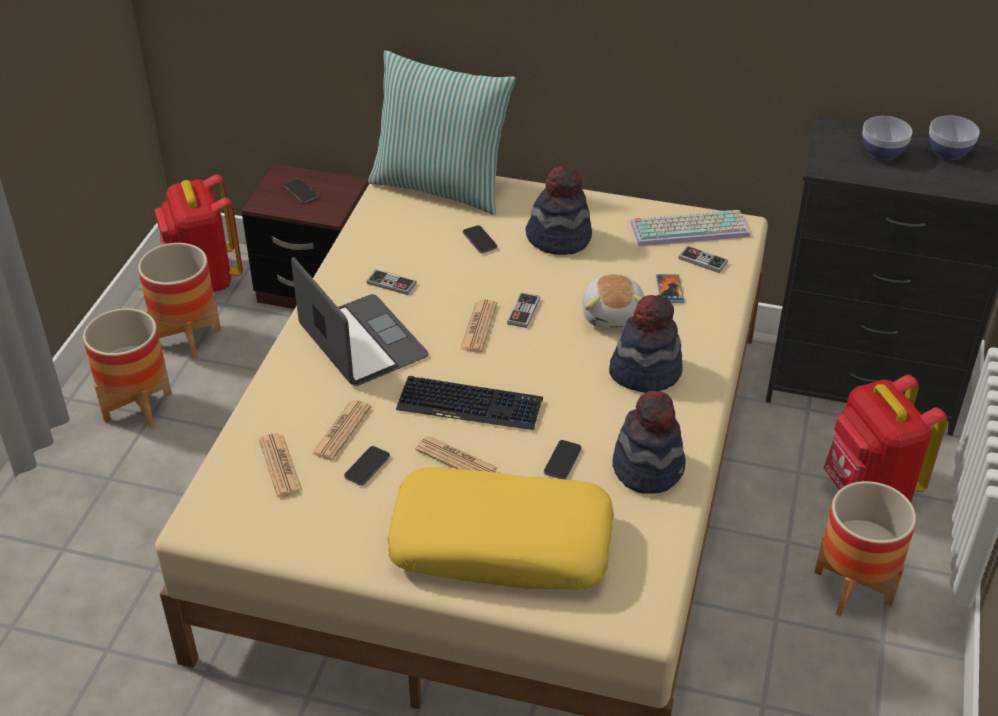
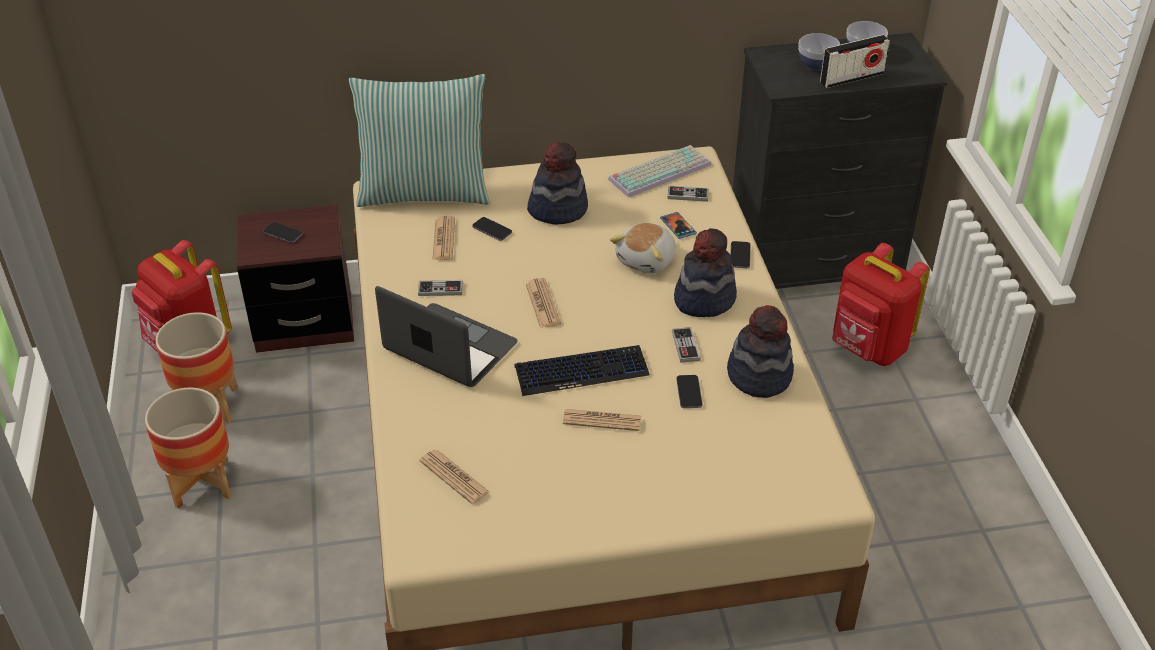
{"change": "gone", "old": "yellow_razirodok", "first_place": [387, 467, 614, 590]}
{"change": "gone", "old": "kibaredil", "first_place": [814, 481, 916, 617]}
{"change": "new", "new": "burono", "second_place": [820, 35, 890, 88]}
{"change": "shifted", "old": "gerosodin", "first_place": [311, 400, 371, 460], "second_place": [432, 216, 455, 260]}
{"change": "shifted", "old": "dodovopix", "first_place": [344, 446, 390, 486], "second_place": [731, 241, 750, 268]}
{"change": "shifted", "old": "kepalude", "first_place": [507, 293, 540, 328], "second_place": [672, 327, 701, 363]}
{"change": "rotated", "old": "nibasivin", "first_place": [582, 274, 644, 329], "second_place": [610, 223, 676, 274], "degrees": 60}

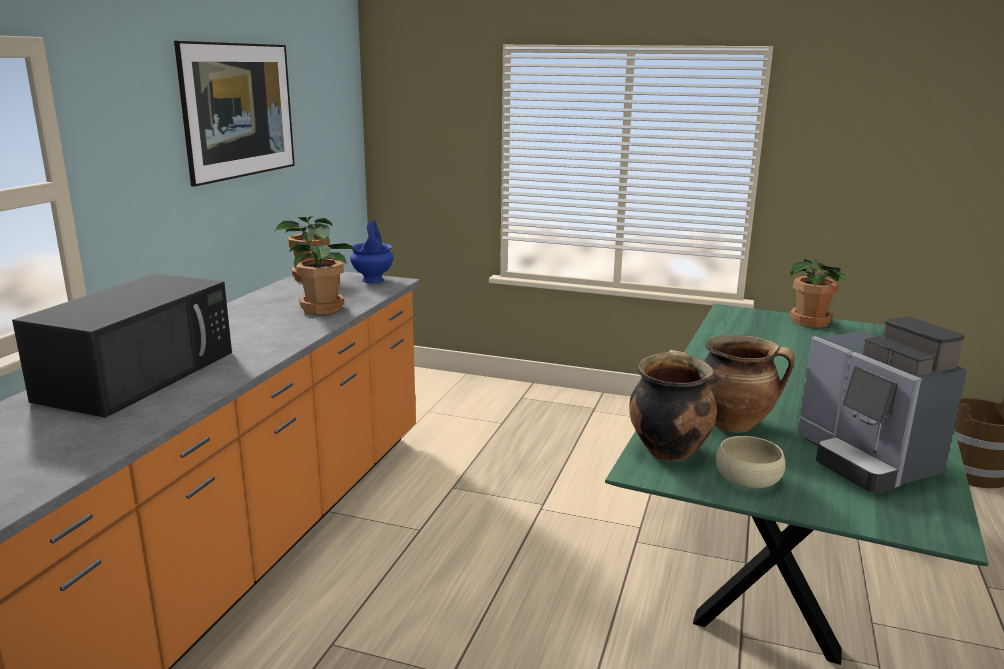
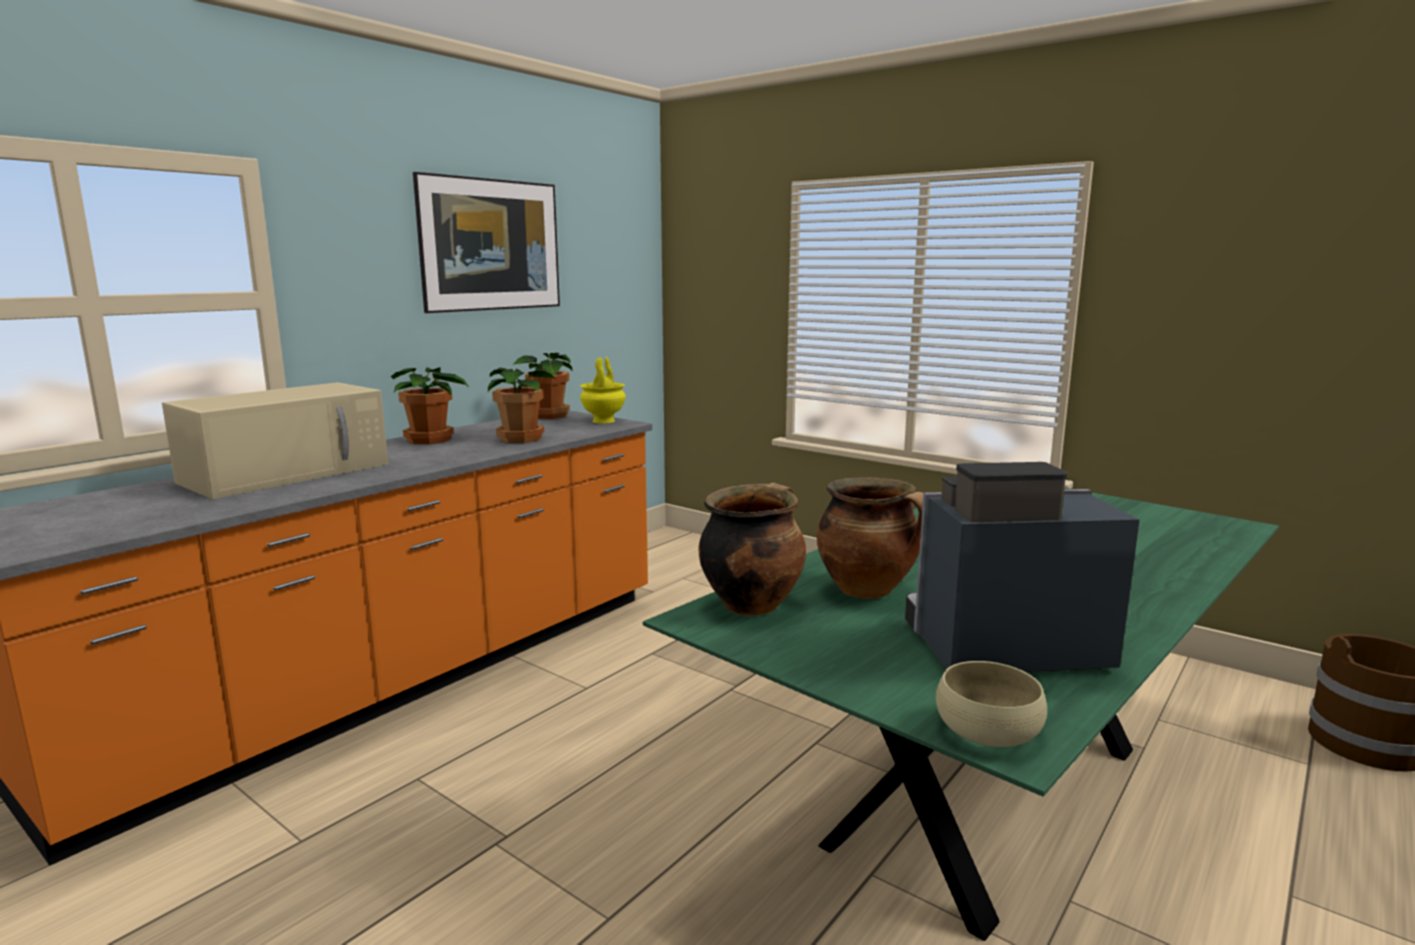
{"change": "shifted", "old": "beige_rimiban", "first_place": [716, 436, 786, 488], "second_place": [936, 661, 1047, 747]}
{"change": "shifted", "old": "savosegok", "first_place": [790, 258, 846, 328], "second_place": [391, 367, 470, 444]}
{"change": "repainted", "old": "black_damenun", "new": "beige_damenun", "first_place": [12, 273, 232, 418], "second_place": [162, 382, 388, 499]}
{"change": "repainted", "old": "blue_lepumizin", "new": "yellow_lepumizin", "first_place": [350, 220, 393, 283], "second_place": [580, 357, 626, 423]}
{"change": "rotated", "old": "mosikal", "first_place": [797, 316, 967, 493], "second_place": [905, 462, 1140, 672], "degrees": 90}

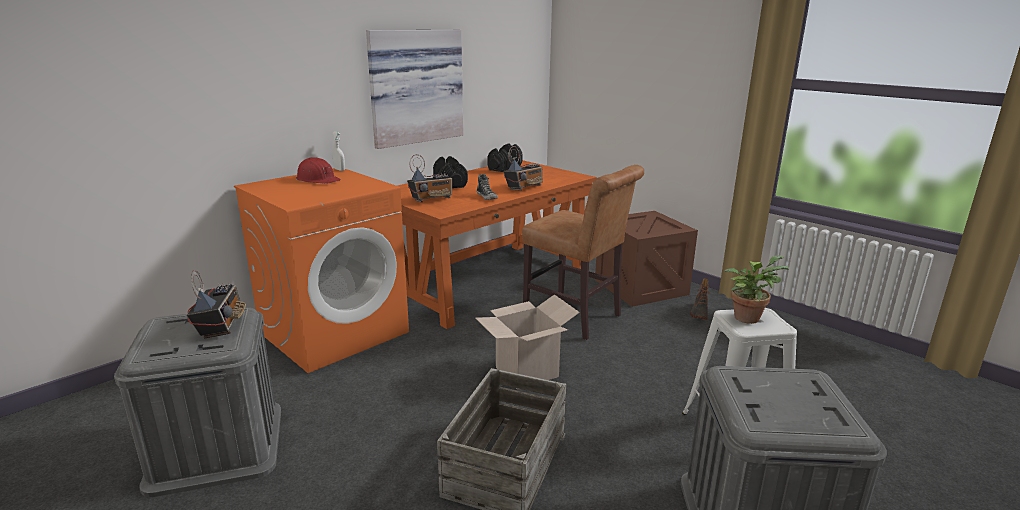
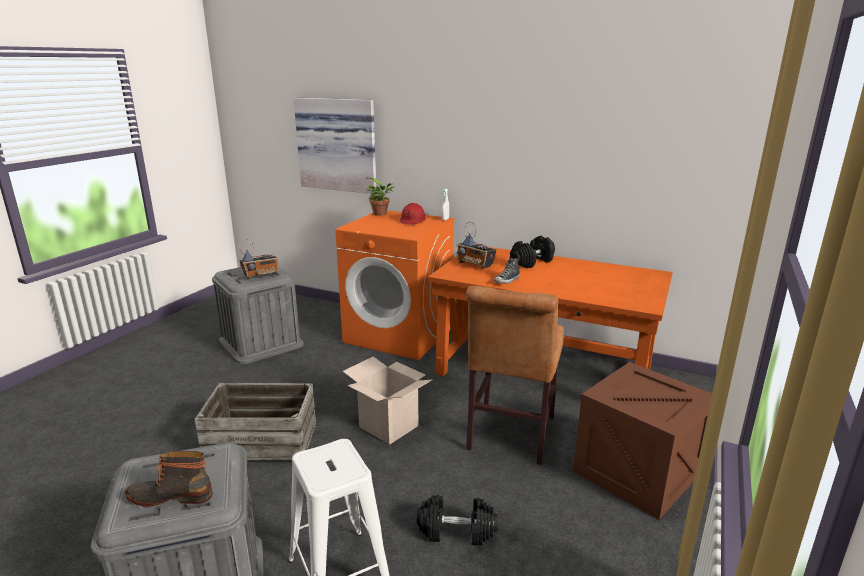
{"change": "gone", "old": "burono", "first_place": [504, 146, 543, 191]}
{"change": "shifted", "old": "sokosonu", "first_place": [366, 30, 463, 149], "second_place": [294, 98, 376, 194]}
{"change": "shifted", "old": "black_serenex", "first_place": [487, 143, 523, 172], "second_place": [417, 495, 497, 545]}
{"change": "shifted", "old": "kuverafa", "first_place": [690, 278, 710, 320], "second_place": [125, 451, 213, 507]}
{"change": "shifted", "old": "savosegok", "first_place": [724, 255, 789, 324], "second_place": [367, 177, 395, 216]}

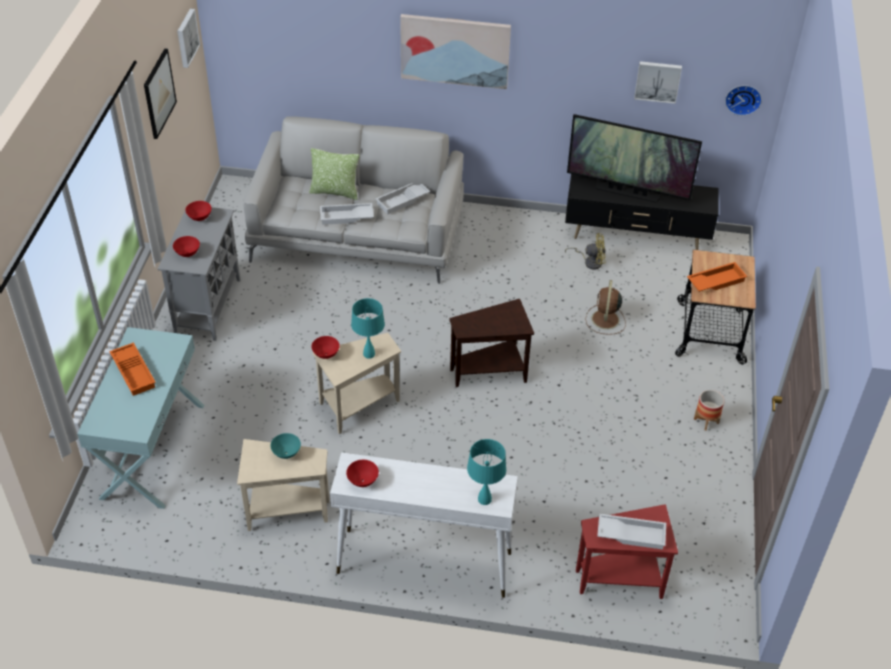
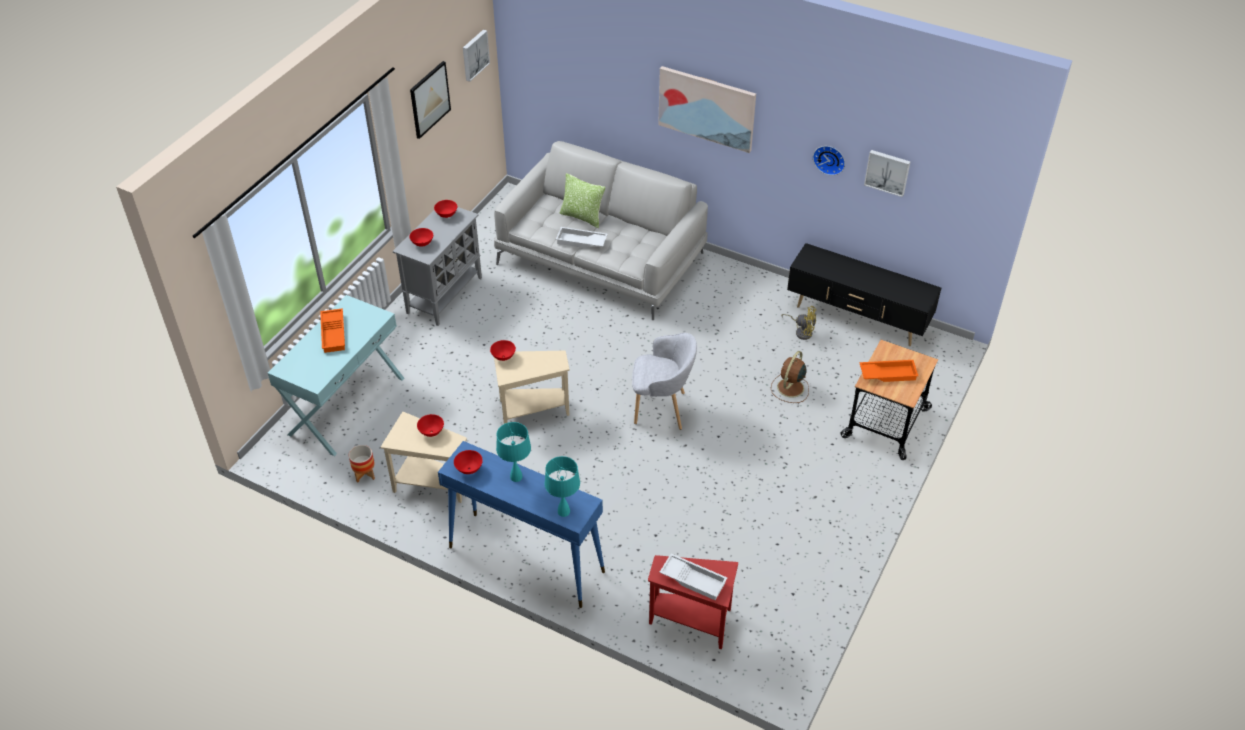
{"change": "gone", "old": "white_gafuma", "first_place": [375, 183, 430, 214]}
{"change": "gone", "old": "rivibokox", "first_place": [567, 114, 702, 202]}
{"change": "shifted", "old": "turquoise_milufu", "first_place": [351, 298, 385, 359], "second_place": [496, 422, 531, 482]}
{"change": "shifted", "old": "kibaredil", "first_place": [694, 390, 724, 431], "second_place": [349, 445, 375, 482]}
{"change": "shifted", "old": "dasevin", "first_place": [725, 85, 762, 116], "second_place": [813, 146, 845, 175]}
{"change": "swapped", "old": "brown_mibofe", "new": "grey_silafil", "first_place": [449, 299, 534, 387], "second_place": [632, 333, 697, 430]}
{"change": "repainted", "old": "turquoise_rimiban", "new": "red_rimiban", "first_place": [270, 433, 301, 459], "second_place": [417, 414, 444, 437]}
{"change": "repainted", "old": "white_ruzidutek", "new": "blue_ruzidutek", "first_place": [330, 452, 518, 598], "second_place": [438, 441, 605, 608]}

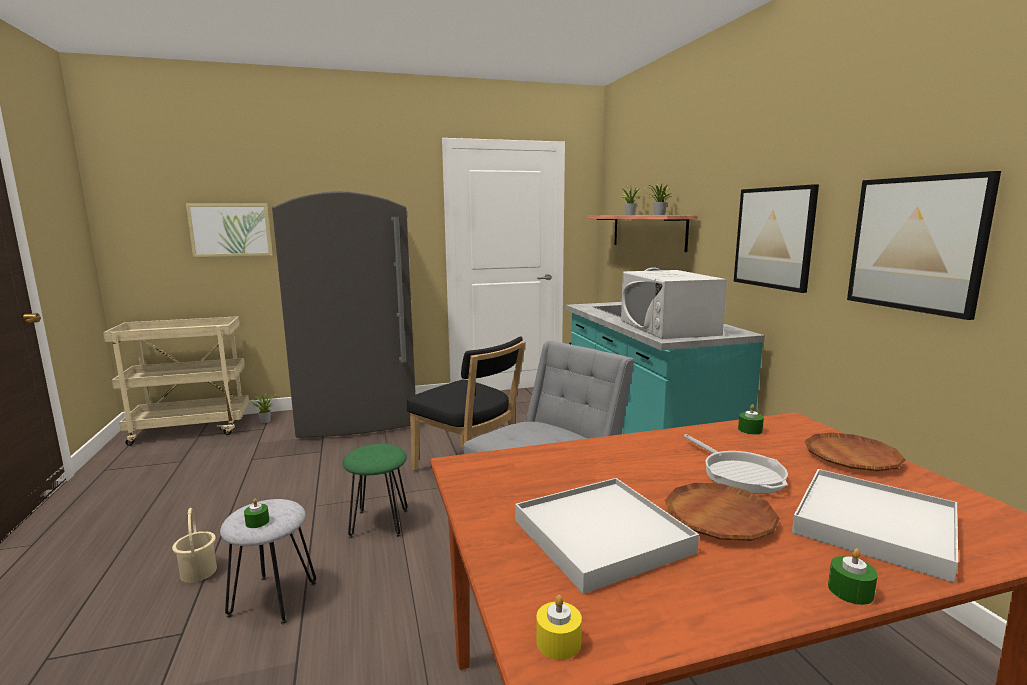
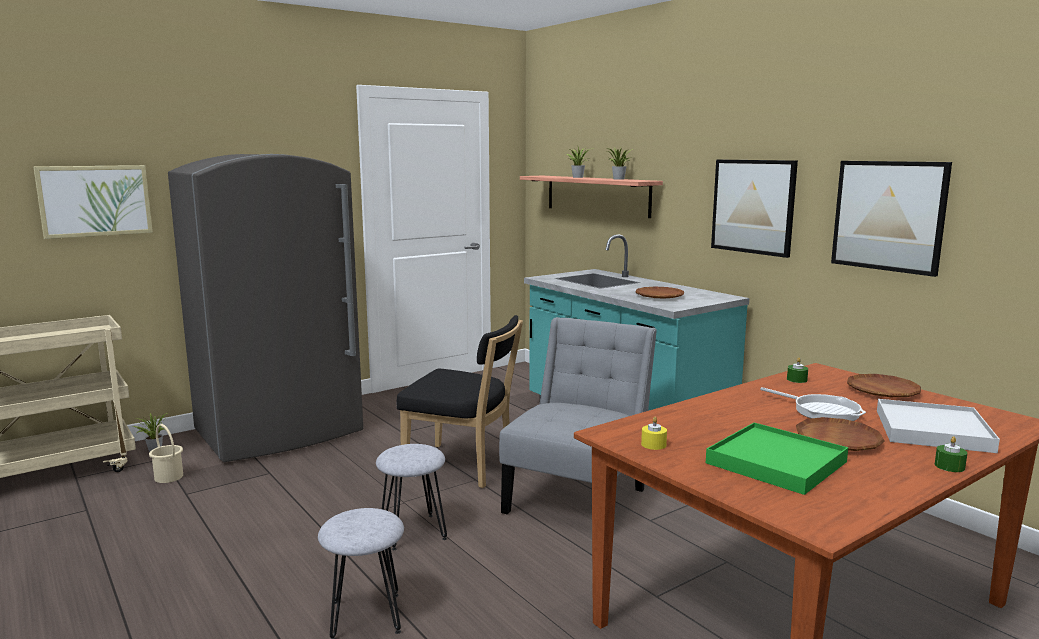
{"change": "gone", "old": "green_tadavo", "first_place": [244, 498, 269, 528]}
{"change": "shifted", "old": "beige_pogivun", "first_place": [172, 508, 217, 583], "second_place": [149, 424, 183, 483]}
{"change": "shifted", "old": "yellow_tadavo", "first_place": [536, 595, 582, 660], "second_place": [641, 417, 667, 450]}
{"change": "swapped", "old": "white_damenun", "new": "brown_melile", "first_place": [621, 270, 727, 339], "second_place": [636, 287, 684, 299]}
{"change": "repainted", "old": "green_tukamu", "new": "grey_tukamu", "first_place": [343, 444, 407, 538], "second_place": [376, 444, 447, 550]}
{"change": "repainted", "old": "white_gafuma", "new": "green_gafuma", "first_place": [515, 478, 699, 594], "second_place": [706, 422, 848, 495]}

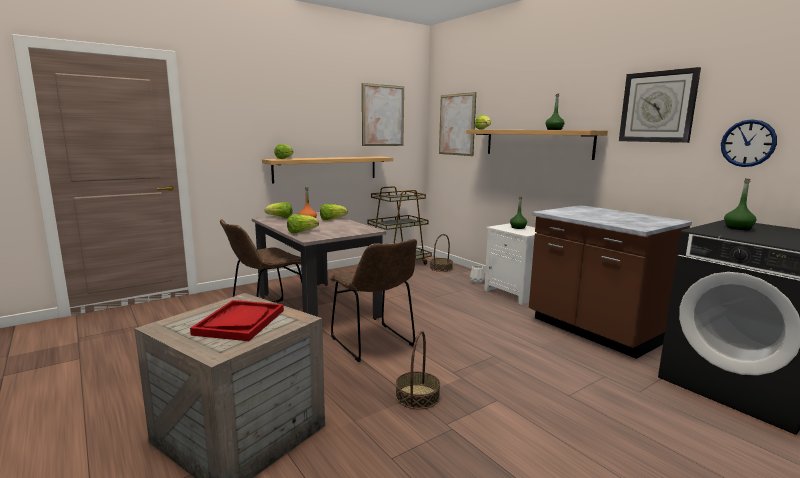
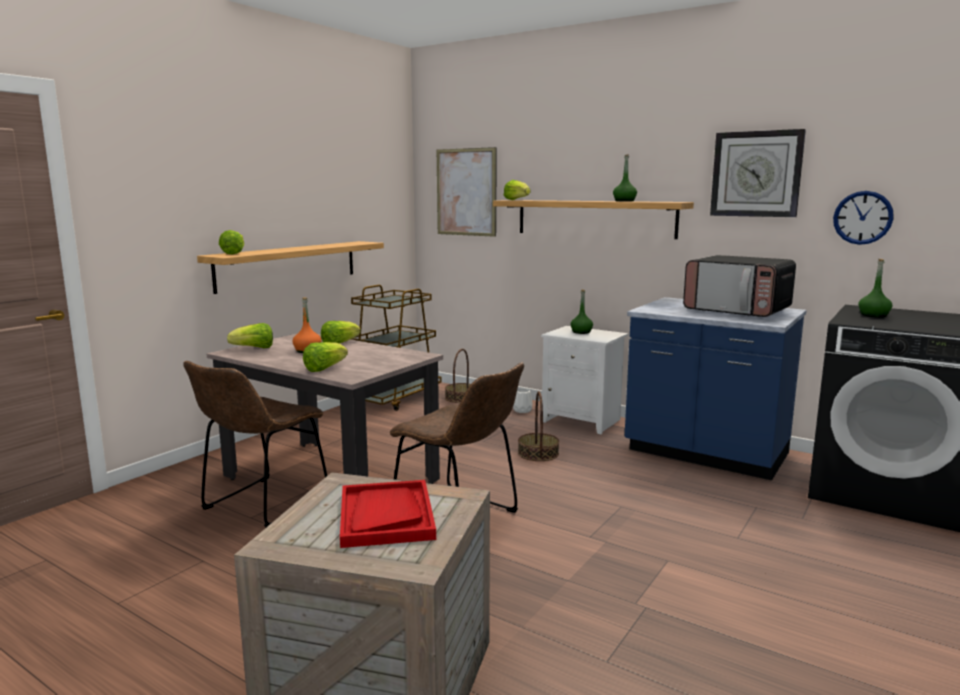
{"change": "gone", "old": "sokosonu", "first_place": [362, 83, 404, 146]}
{"change": "new", "new": "damenun", "second_place": [683, 255, 796, 317]}
{"change": "shifted", "old": "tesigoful", "first_place": [396, 331, 440, 409], "second_place": [518, 391, 559, 461]}
{"change": "repainted", "old": "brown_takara", "new": "blue_takara", "first_place": [529, 205, 692, 359], "second_place": [625, 297, 806, 480]}

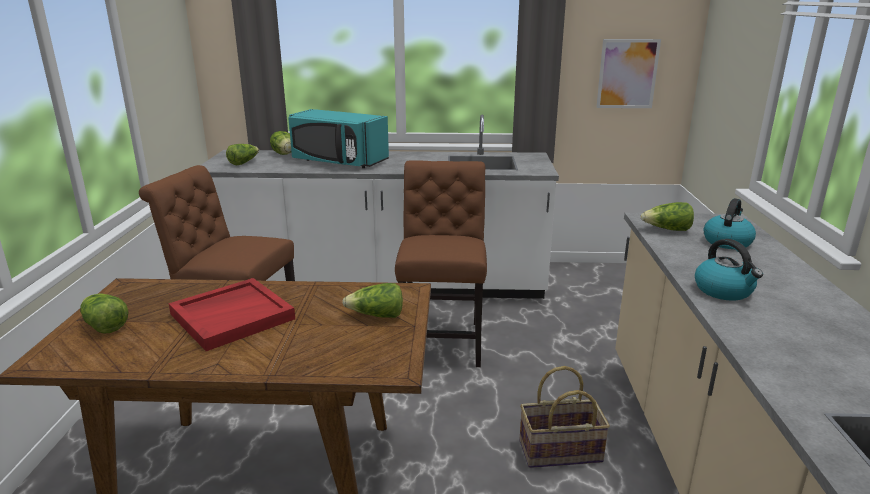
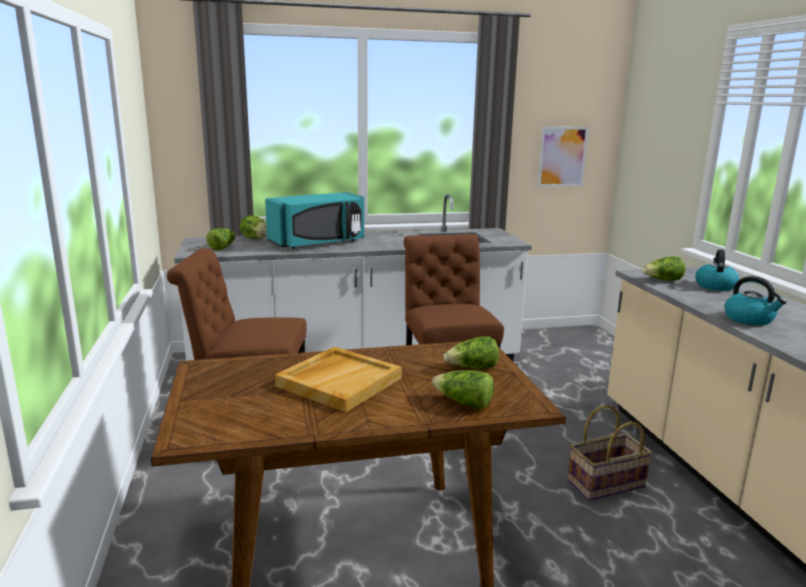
{"change": "shifted", "old": "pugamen", "first_place": [80, 294, 129, 334], "second_place": [432, 370, 494, 409]}
{"change": "repainted", "old": "red_gafuma", "new": "beige_gafuma", "first_place": [169, 278, 295, 351], "second_place": [275, 347, 402, 412]}
{"change": "rotated", "old": "turquoise_damenun", "first_place": [288, 109, 389, 168], "second_place": [265, 192, 364, 249], "degrees": -45}

